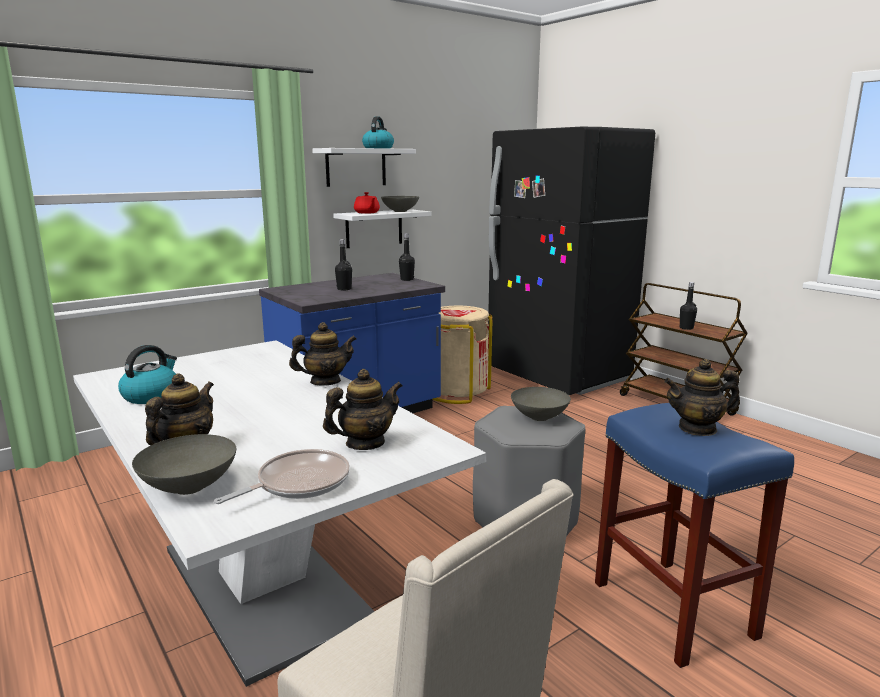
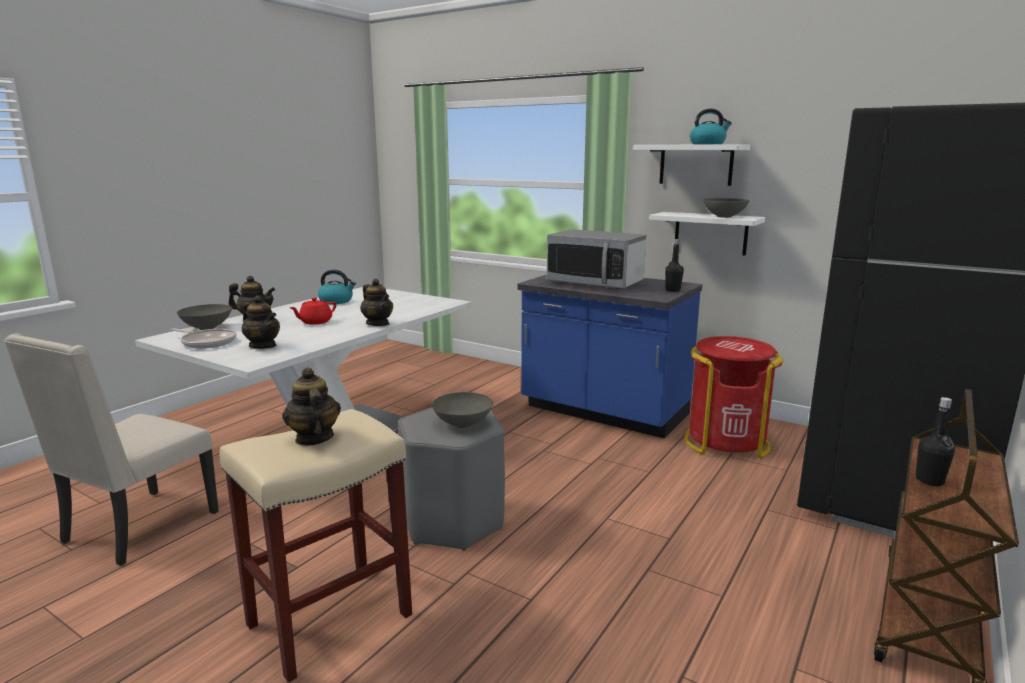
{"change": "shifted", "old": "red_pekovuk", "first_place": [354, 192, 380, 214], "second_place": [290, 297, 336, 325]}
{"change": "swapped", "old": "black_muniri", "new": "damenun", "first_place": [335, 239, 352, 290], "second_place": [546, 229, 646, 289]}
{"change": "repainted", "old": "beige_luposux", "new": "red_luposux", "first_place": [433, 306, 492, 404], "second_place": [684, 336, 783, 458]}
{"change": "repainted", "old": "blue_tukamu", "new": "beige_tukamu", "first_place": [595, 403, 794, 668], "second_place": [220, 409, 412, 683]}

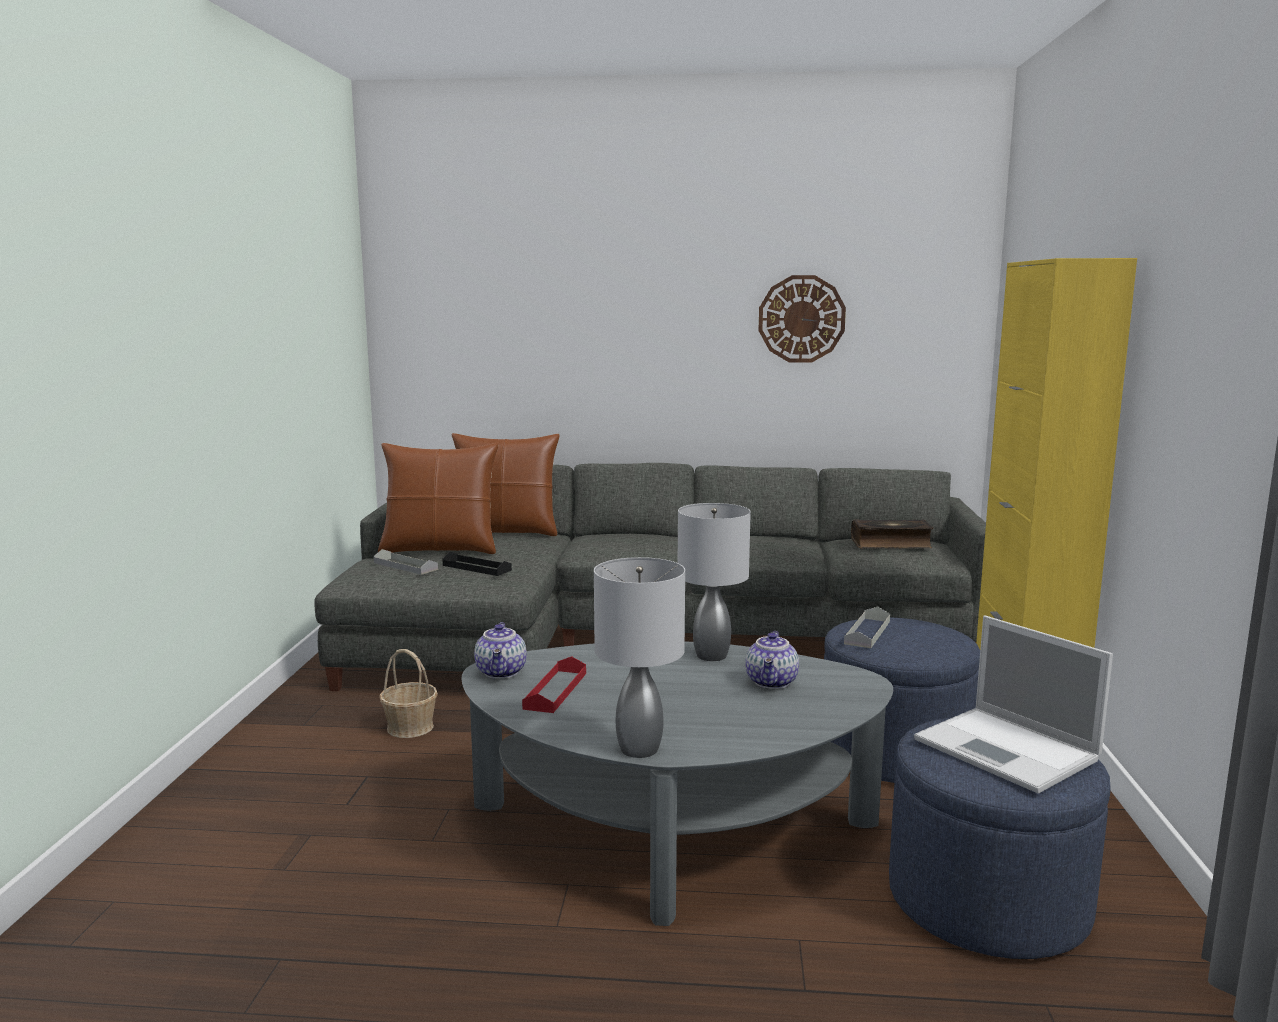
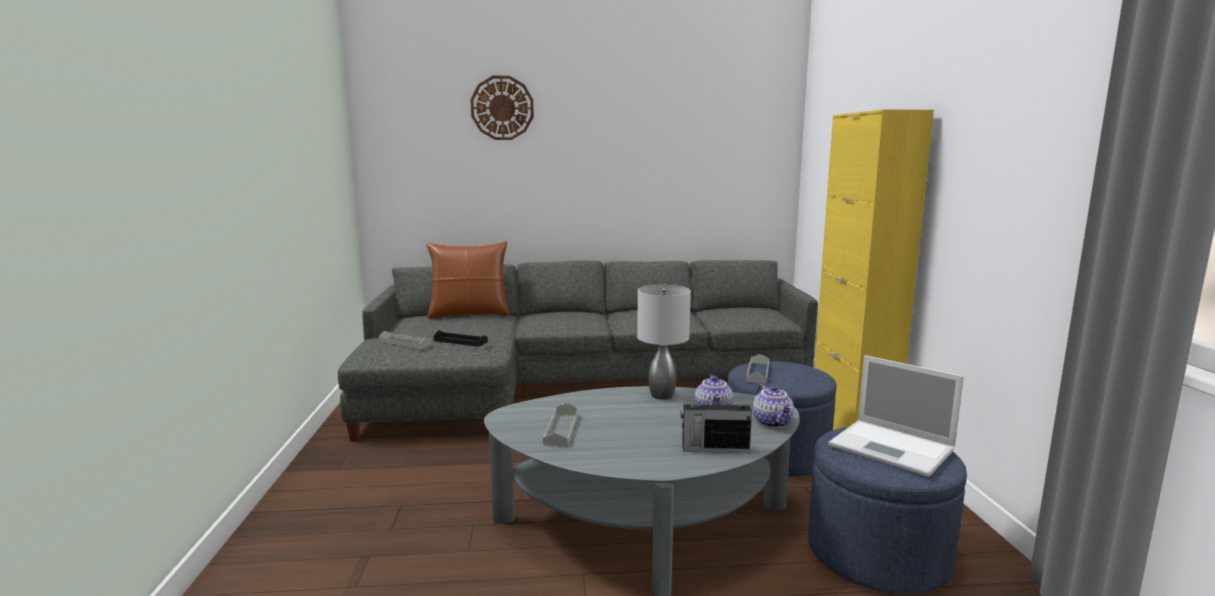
{"change": "gone", "old": "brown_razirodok", "first_place": [378, 443, 498, 554]}
{"change": "gone", "old": "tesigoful", "first_place": [379, 649, 438, 738]}
{"change": "gone", "old": "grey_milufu", "first_place": [594, 557, 685, 758]}
{"change": "gone", "old": "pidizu", "first_place": [851, 519, 933, 549]}
{"change": "new", "new": "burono", "second_place": [681, 396, 752, 453]}
{"change": "shifted", "old": "pekovuk", "first_place": [474, 622, 526, 679], "second_place": [753, 384, 794, 428]}
{"change": "shifted", "old": "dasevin", "first_place": [758, 275, 846, 363], "second_place": [471, 76, 534, 140]}
{"change": "repainted", "old": "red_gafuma", "new": "grey_gafuma", "first_place": [522, 656, 586, 713], "second_place": [543, 403, 578, 446]}

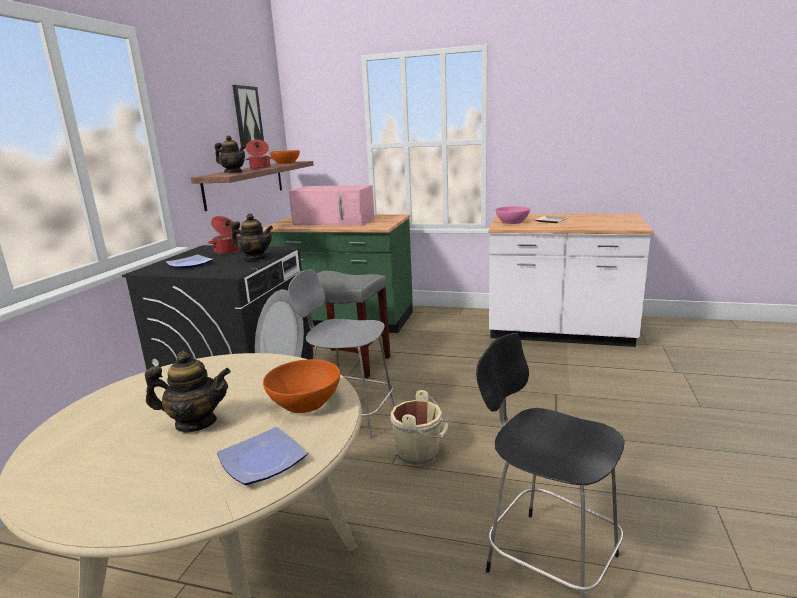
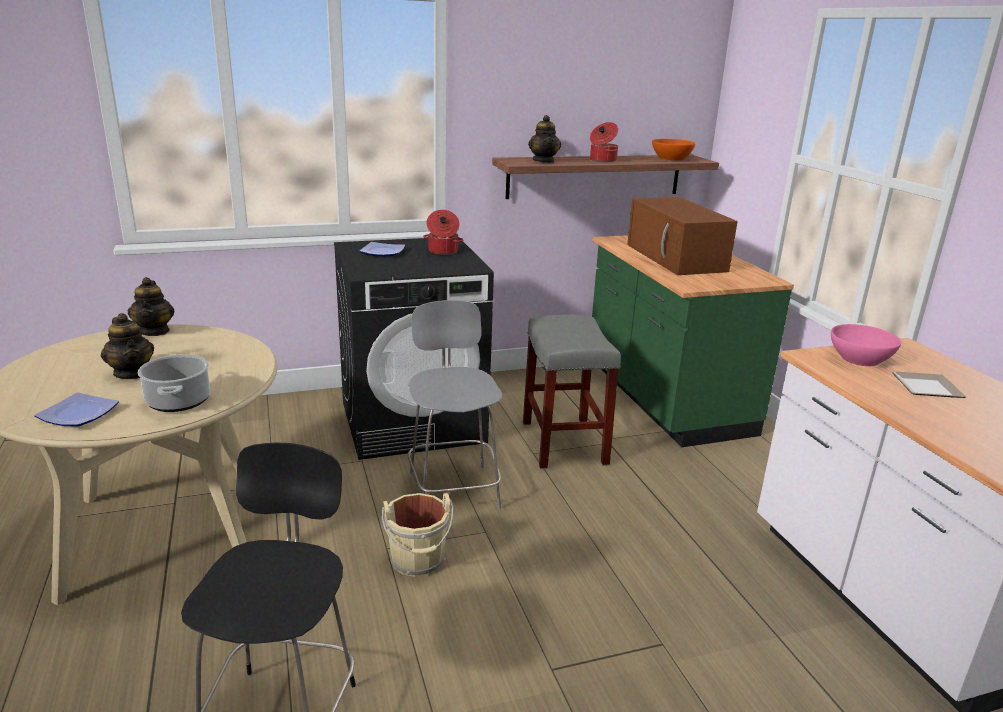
{"change": "gone", "old": "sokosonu", "first_place": [232, 85, 264, 149]}
{"change": "shifted", "old": "pekovuk", "first_place": [231, 214, 273, 260], "second_place": [128, 277, 175, 336]}
{"change": "swapped", "old": "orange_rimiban", "new": "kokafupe", "first_place": [263, 359, 340, 413], "second_place": [138, 354, 210, 412]}
{"change": "repainted", "old": "pink_damenun", "new": "brown_damenun", "first_place": [289, 185, 375, 226], "second_place": [627, 197, 738, 275]}

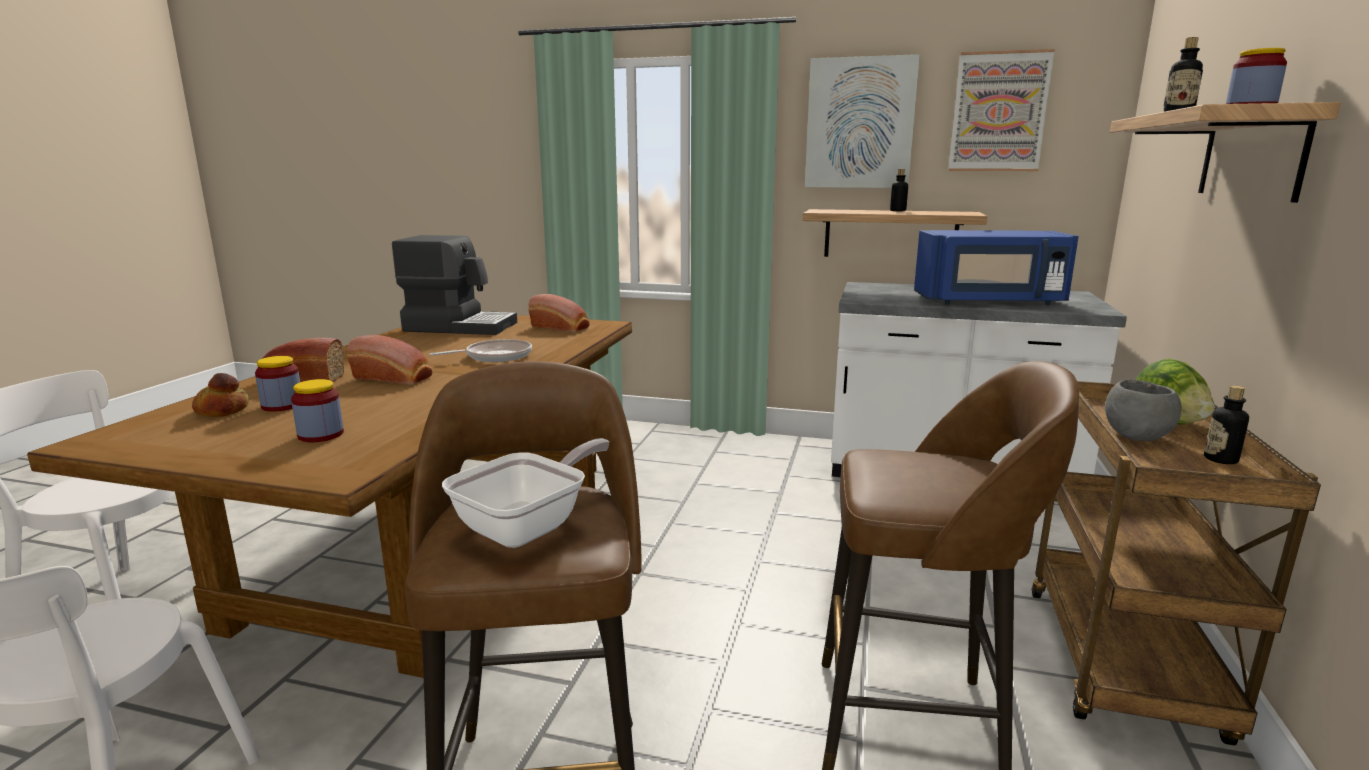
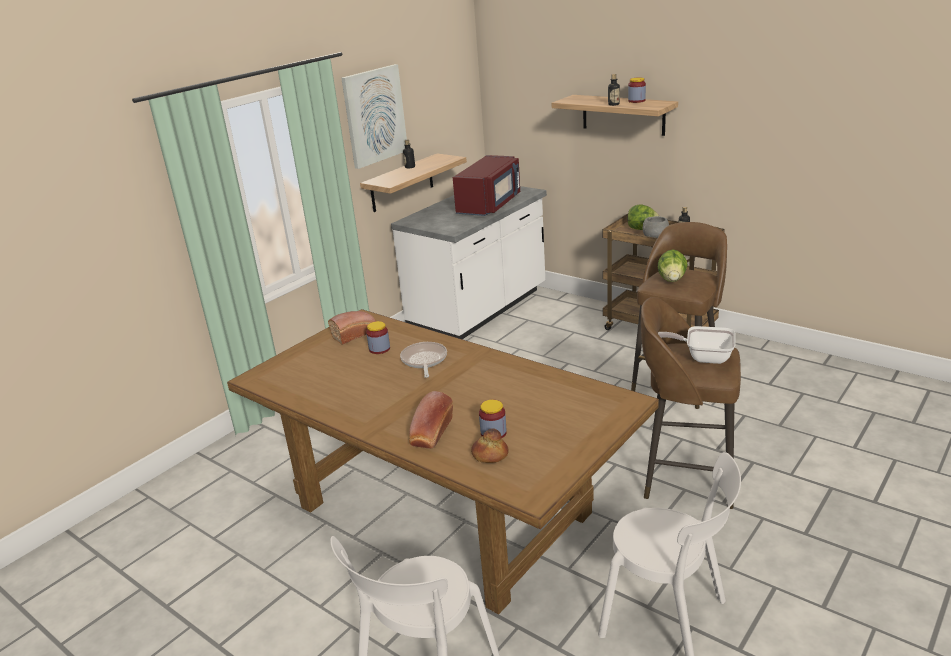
{"change": "gone", "old": "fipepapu", "first_place": [347, 335, 433, 385]}
{"change": "gone", "old": "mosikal", "first_place": [392, 235, 517, 335]}
{"change": "gone", "old": "sokosonu", "first_place": [948, 49, 1055, 171]}
{"change": "new", "new": "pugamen", "second_place": [658, 249, 688, 282]}
{"change": "shifted", "old": "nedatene", "first_place": [291, 379, 344, 442], "second_place": [366, 321, 390, 354]}
{"change": "repainted", "old": "blue_damenun", "new": "red_damenun", "first_place": [914, 230, 1079, 305], "second_place": [453, 155, 520, 216]}
{"change": "rotated", "old": "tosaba", "first_place": [442, 438, 609, 548], "second_place": [658, 326, 736, 364], "degrees": -45}

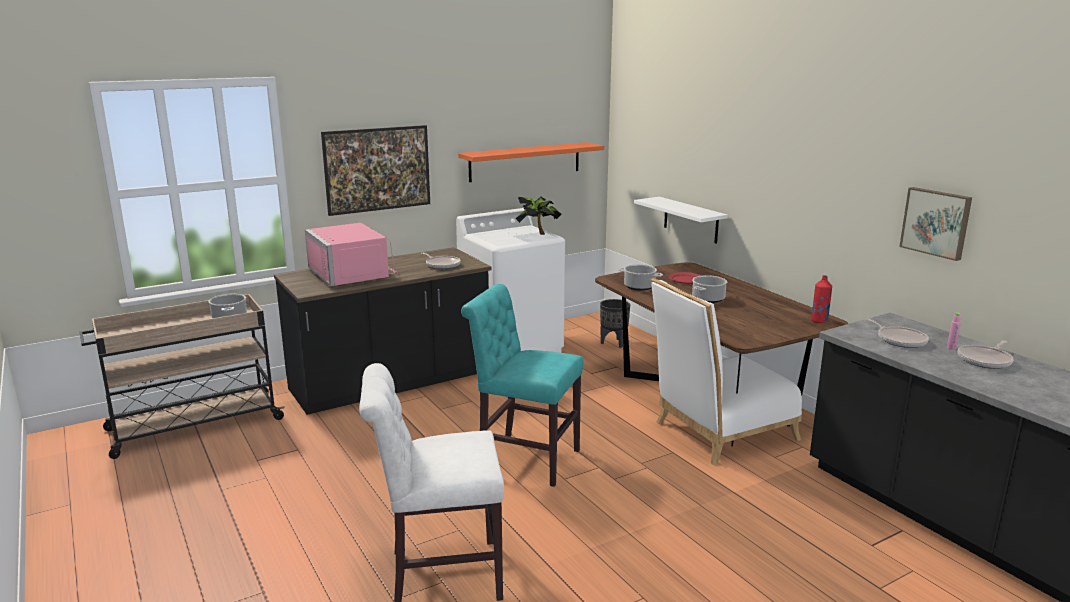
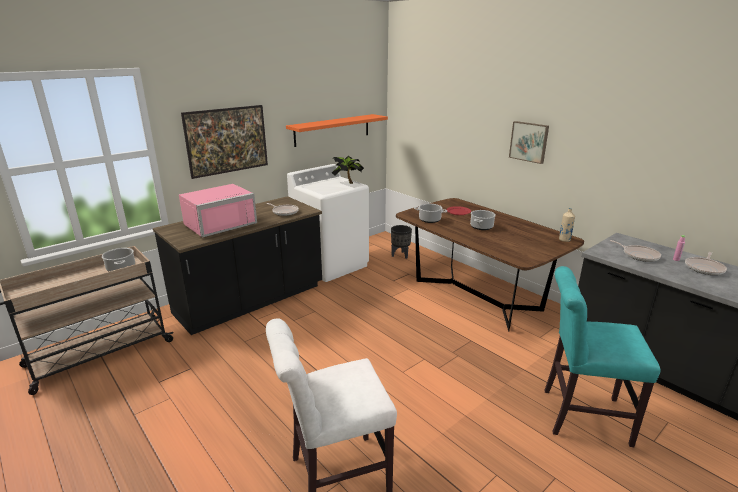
{"change": "gone", "old": "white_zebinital", "first_place": [634, 197, 728, 244]}
{"change": "gone", "old": "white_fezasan", "first_place": [651, 278, 802, 465]}
{"change": "shifted", "old": "turquoise_fezasan", "first_place": [461, 284, 583, 487], "second_place": [544, 266, 661, 447]}
{"change": "shifted", "old": "sokosonu", "first_place": [899, 187, 972, 261], "second_place": [509, 121, 549, 164]}
{"change": "repainted", "old": "red_muniri", "new": "beige_muniri", "first_place": [811, 275, 832, 323], "second_place": [559, 208, 575, 242]}
{"change": "rotated", "old": "pink_damenun", "first_place": [305, 223, 399, 286], "second_place": [179, 184, 257, 237], "degrees": -90}

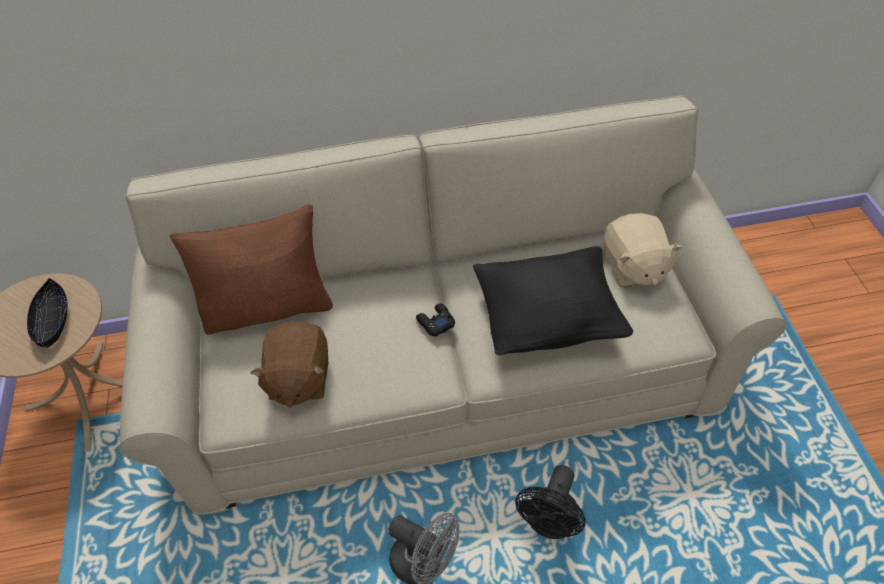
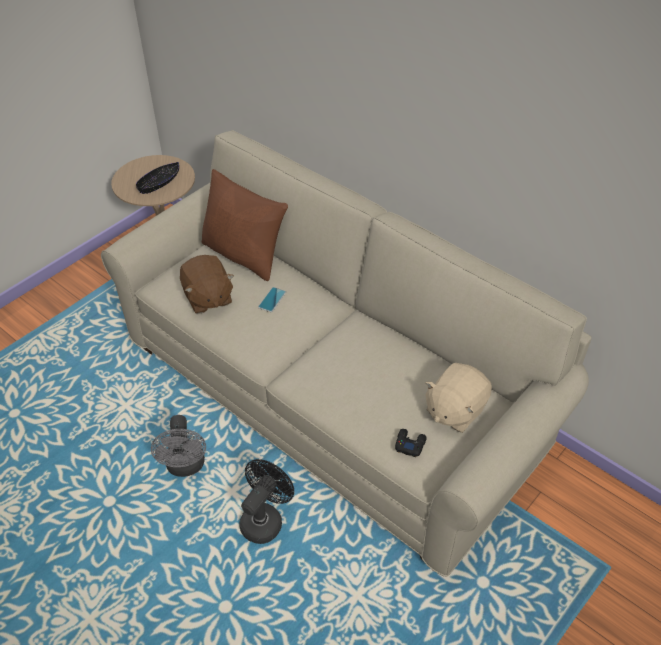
{"change": "gone", "old": "black_razirodok", "first_place": [473, 246, 633, 355]}
{"change": "new", "new": "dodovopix", "second_place": [258, 287, 286, 312]}
{"change": "shifted", "old": "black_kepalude", "first_place": [416, 304, 455, 337], "second_place": [395, 429, 427, 457]}
{"change": "rotated", "old": "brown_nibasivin", "first_place": [250, 321, 328, 408], "second_place": [180, 255, 234, 314], "degrees": -75}
{"change": "rotated", "old": "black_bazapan", "first_place": [515, 465, 586, 539], "second_place": [239, 459, 294, 544], "degrees": 135}

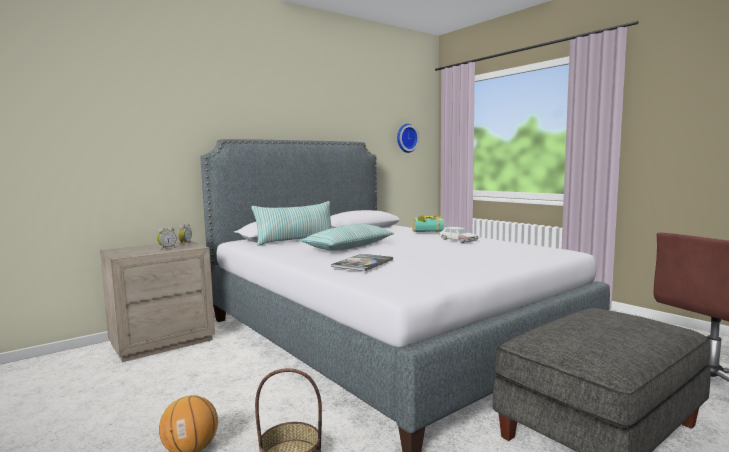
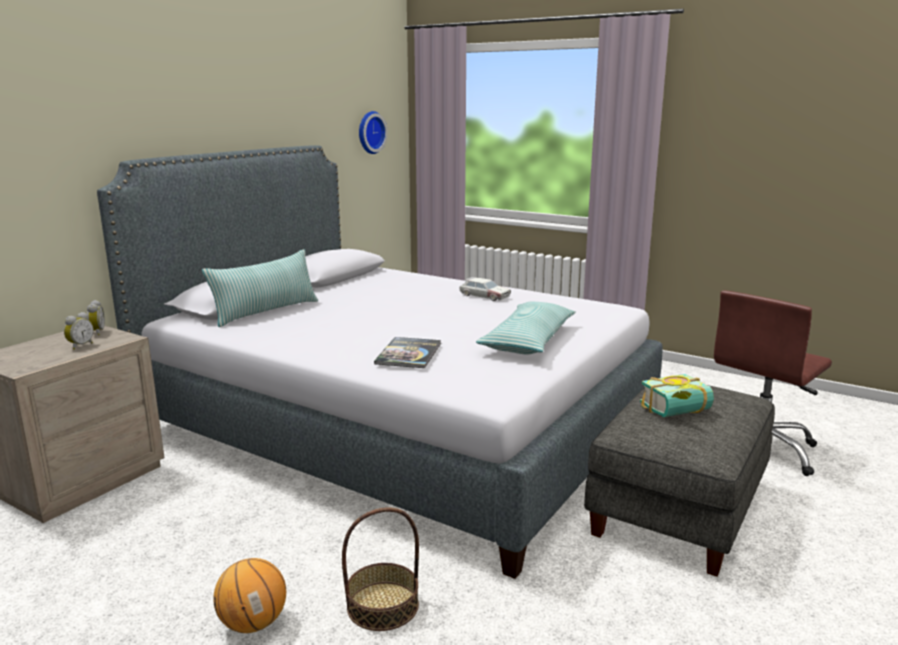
{"change": "shifted", "old": "razirodok", "first_place": [300, 224, 394, 251], "second_place": [476, 302, 576, 354]}
{"change": "shifted", "old": "pidizu", "first_place": [412, 216, 444, 232], "second_place": [640, 374, 714, 417]}

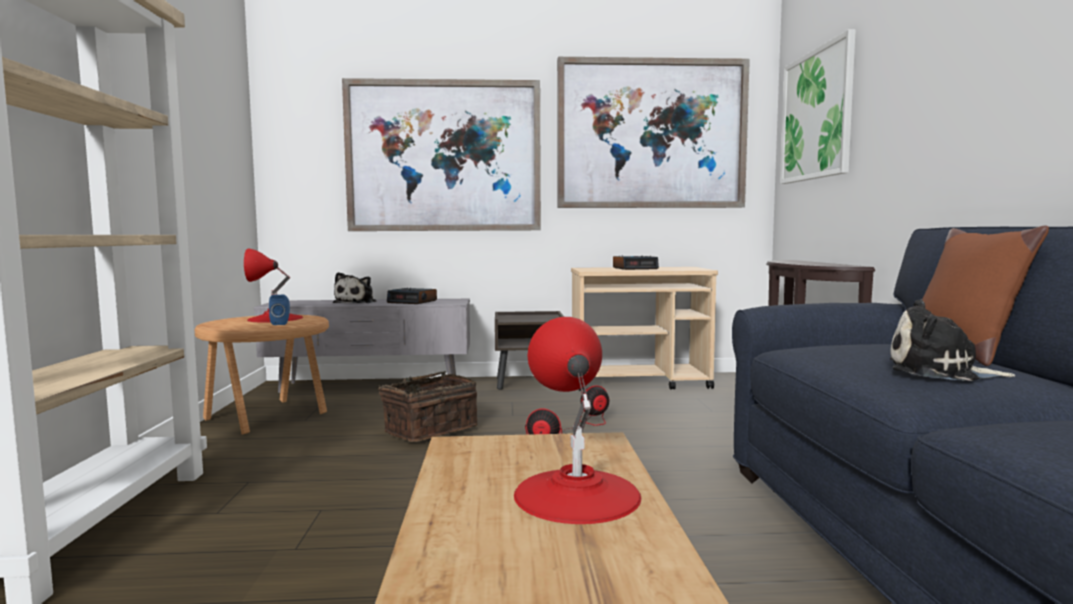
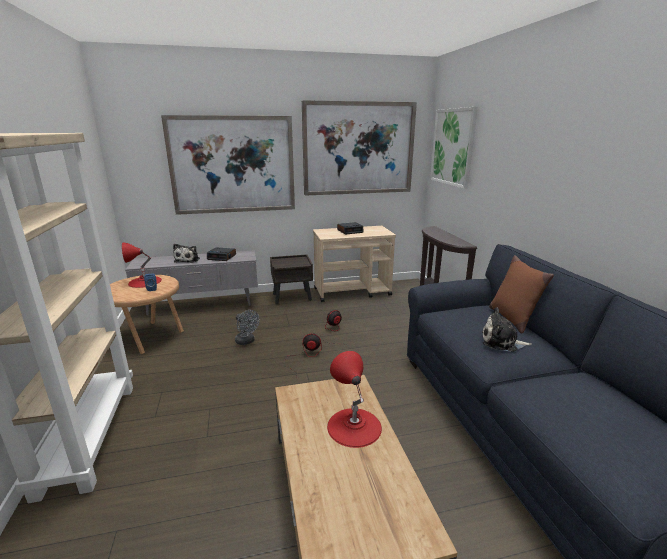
{"change": "swapped", "old": "tesigoful", "new": "grey_bazapan", "first_place": [378, 371, 478, 442], "second_place": [235, 310, 259, 345]}

